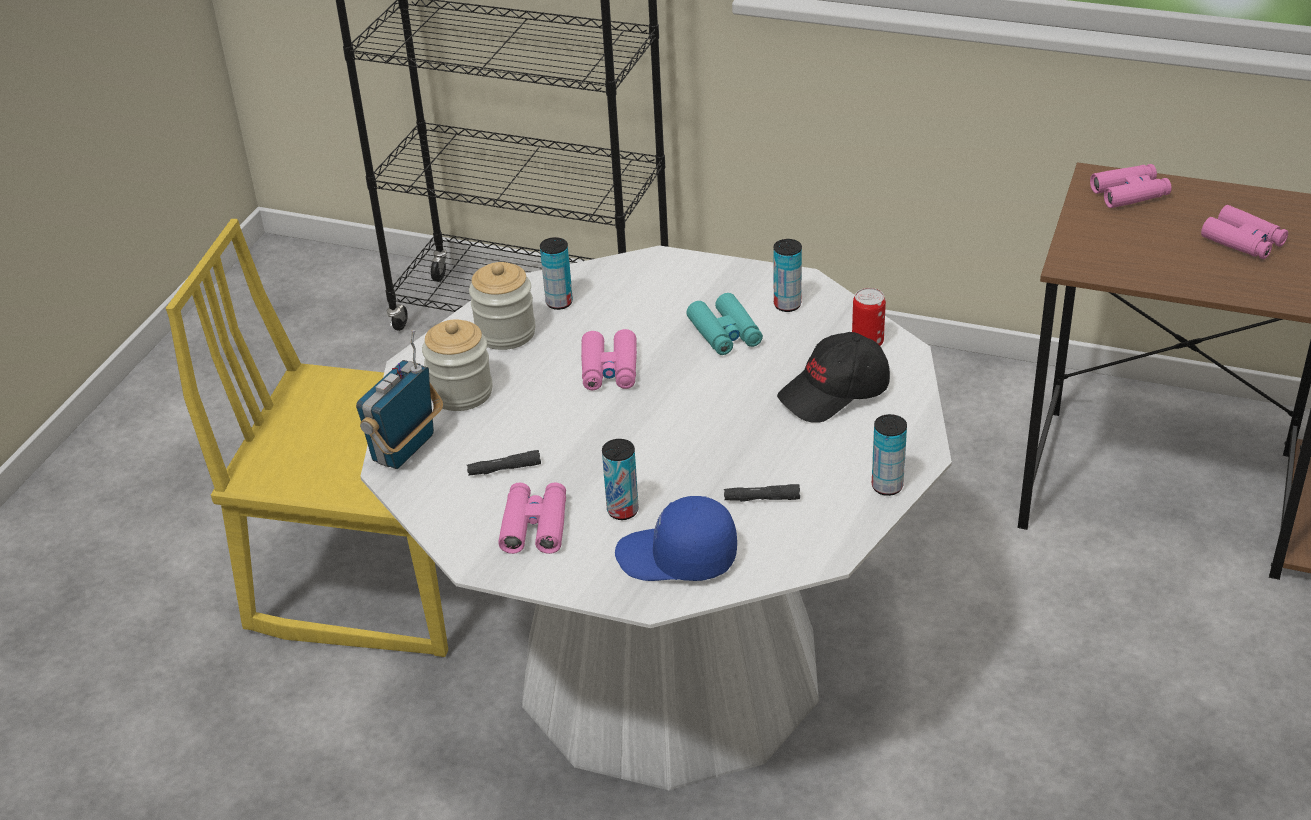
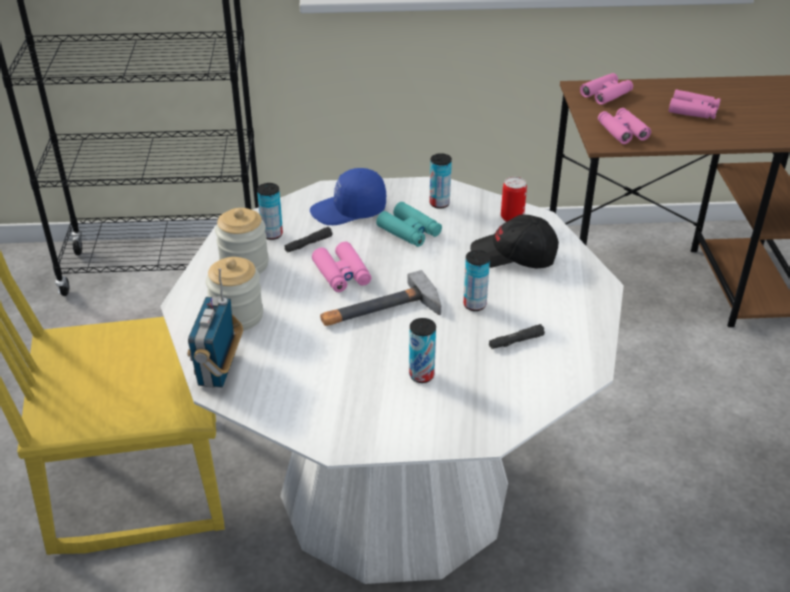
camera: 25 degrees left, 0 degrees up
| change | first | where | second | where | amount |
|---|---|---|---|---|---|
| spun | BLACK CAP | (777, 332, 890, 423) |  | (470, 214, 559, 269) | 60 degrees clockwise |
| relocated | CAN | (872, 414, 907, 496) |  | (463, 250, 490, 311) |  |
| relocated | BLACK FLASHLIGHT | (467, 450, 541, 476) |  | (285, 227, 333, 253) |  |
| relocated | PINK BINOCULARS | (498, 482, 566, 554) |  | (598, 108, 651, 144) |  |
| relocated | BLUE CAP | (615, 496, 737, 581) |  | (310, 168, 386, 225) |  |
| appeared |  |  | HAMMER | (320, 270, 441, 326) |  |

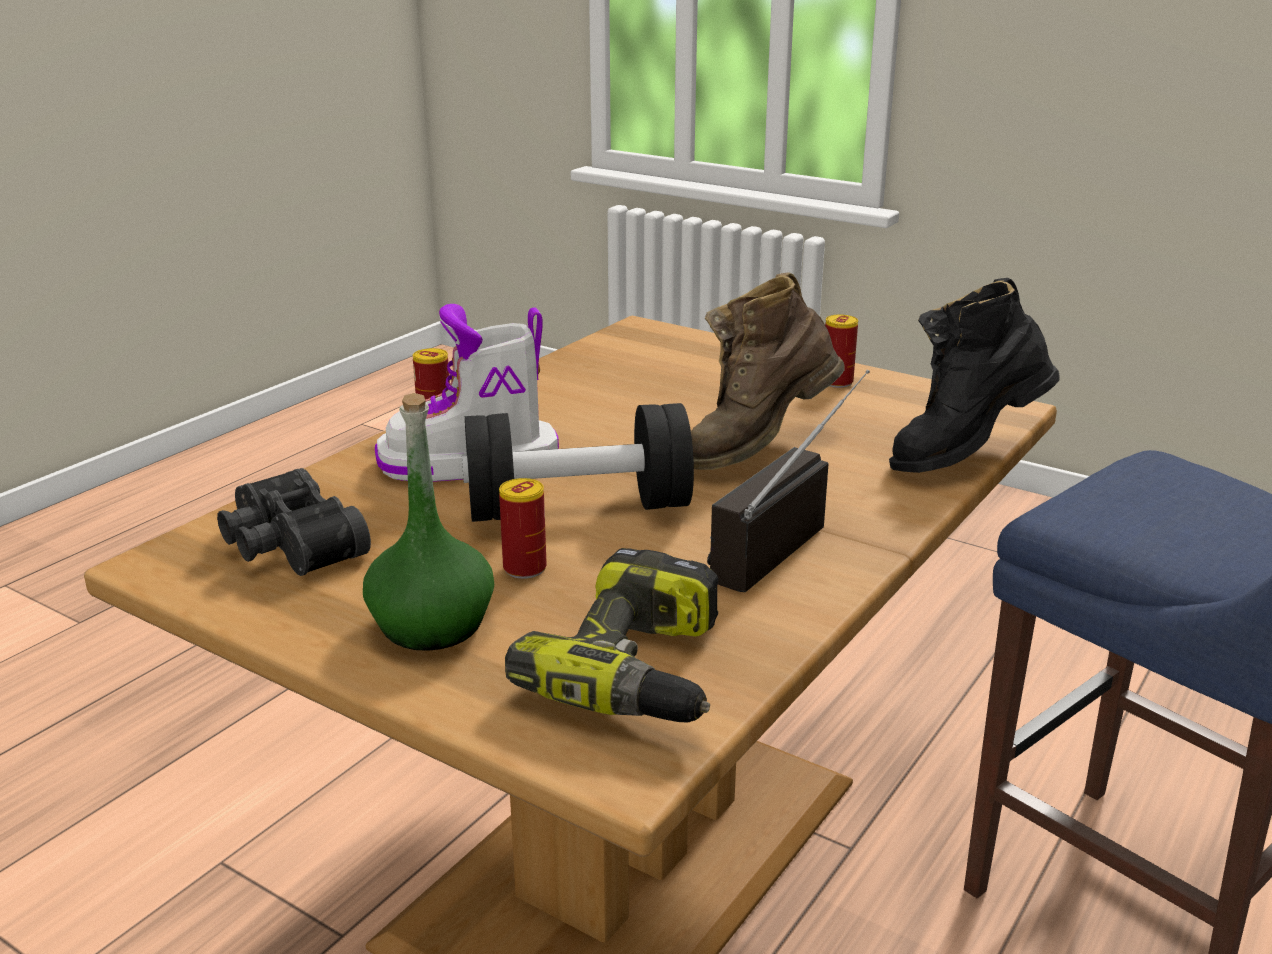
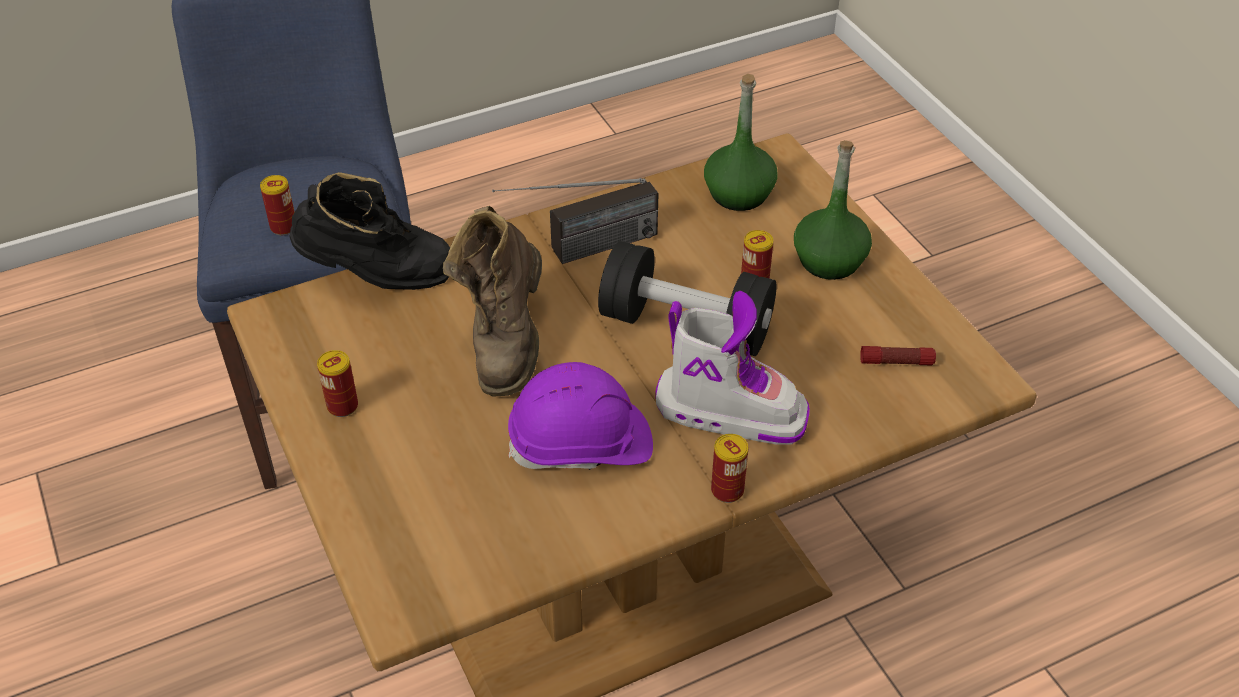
camera: 150 degrees left, 20 degrees up
| change | first | where | second | where | amount |
|---|---|---|---|---|---|
| spun | BROWN BOOT | (691, 272, 844, 470) |  | (443, 206, 542, 397) | 105 degrees clockwise |
| exchanged | BLACK BINOCULARS | (217, 468, 371, 576) | FLASHLIGHT | (860, 346, 936, 365) |  |
| exchanged | POWER DRILL | (505, 548, 718, 723) | GREEN BOTTLE | (704, 74, 778, 211) |  |
| appeared |  |  | CAN | (260, 175, 295, 235) |  |
| appeared |  |  | PURPLE HARD HAT | (508, 362, 653, 470) |  |

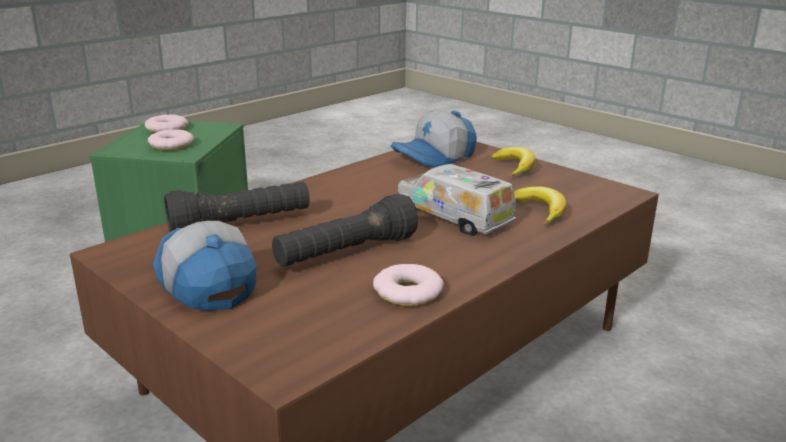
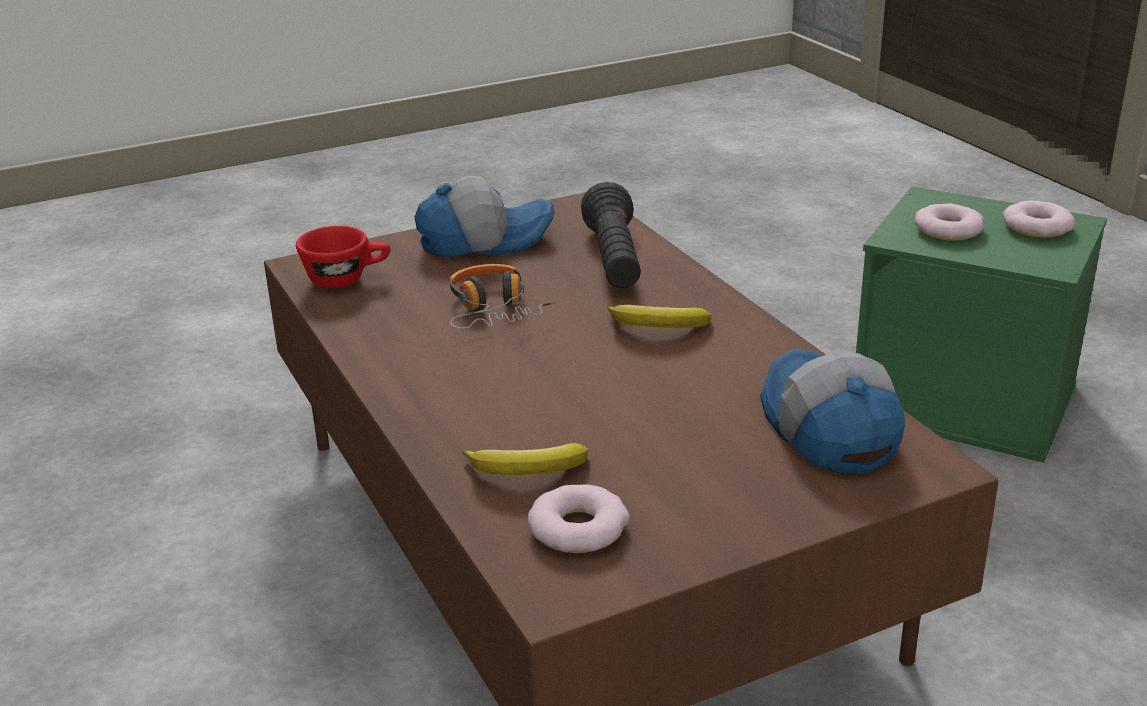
camera: 110 degrees right, 5 degrees up
| change | first | where | second | where | amount |
|---|---|---|---|---|---|
| relocated | BANANA | (492, 147, 536, 177) |  | (607, 305, 711, 328) |  |
| missing | TOY TRUCK | (398, 164, 516, 236) |  |  |  |
| exchanged | BLACK FLASHLIGHT | (272, 193, 418, 267) | HEADPHONES | (450, 264, 556, 329) |  |
| relocated | DONUT | (373, 264, 444, 306) |  | (528, 485, 630, 553) |  |
| appeared |  |  | RED CUP | (296, 226, 390, 288) |  |

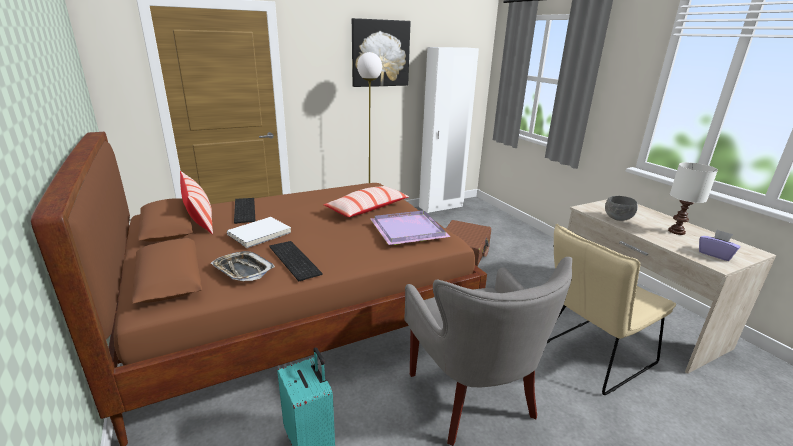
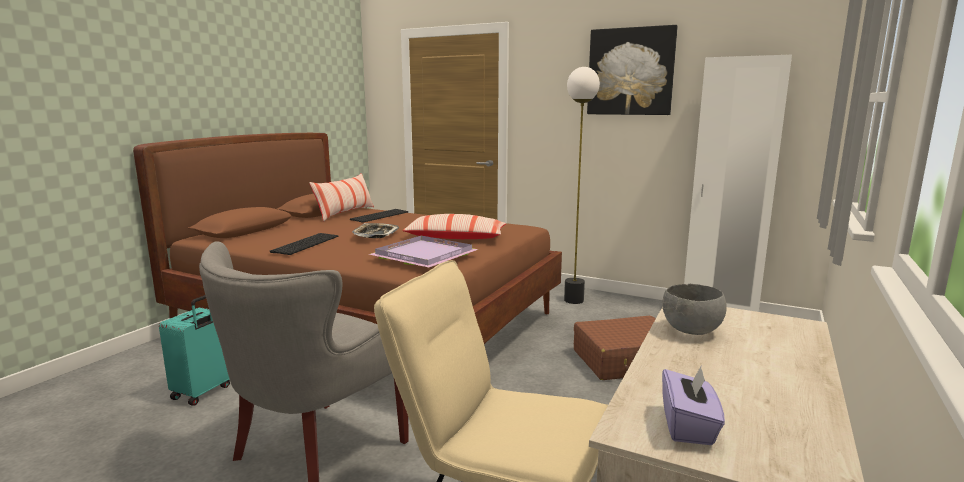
camera: 55 degrees right, 10 degrees down
| change | first | where | second | where | amount |
|---|---|---|---|---|---|
| missing | WHITE TABLE LAMP | (668, 162, 718, 235) |  |  |  |
| missing | WHITE BOOK | (227, 217, 291, 248) |  |  |  |
| relocated | TRAY | (211, 251, 275, 281) |  | (352, 223, 399, 238) |  |

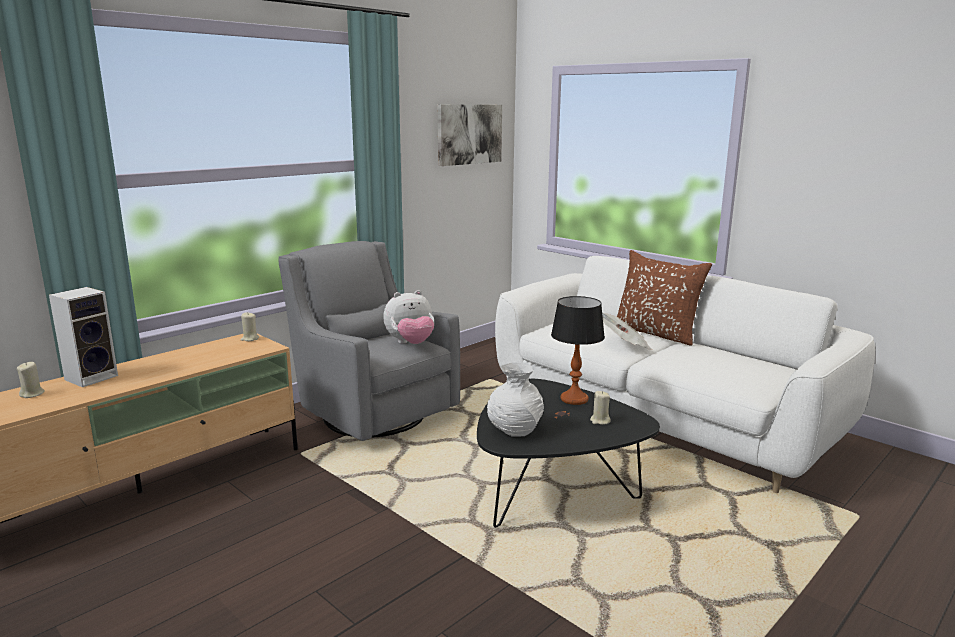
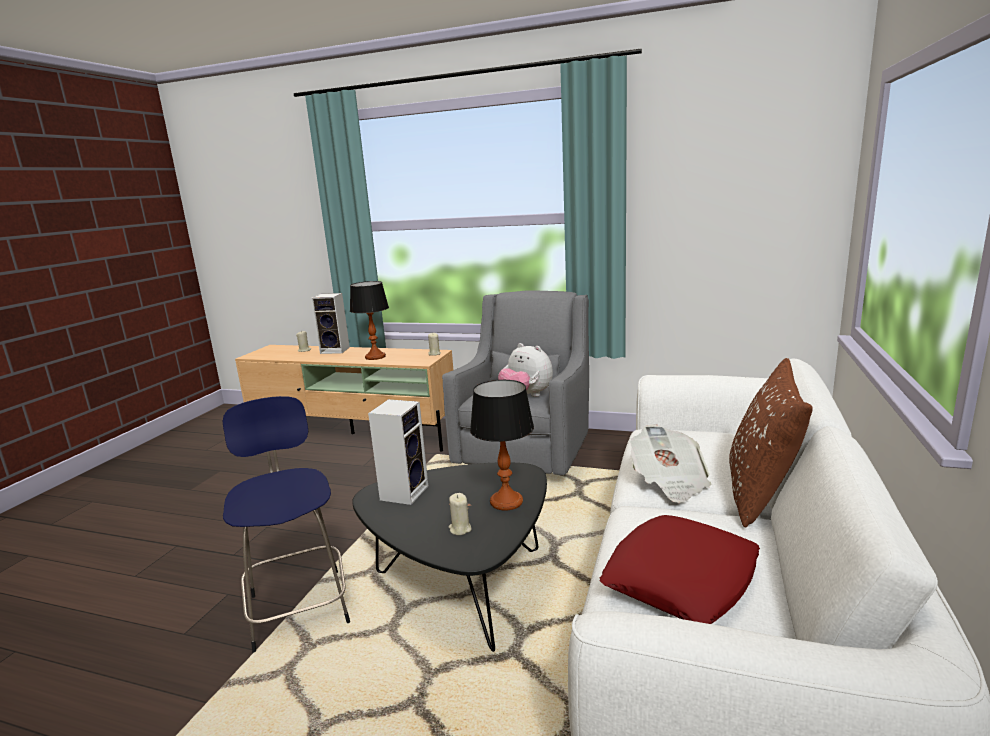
camera: 65 degrees right, 0 degrees up
| change | first | where | second | where | amount |
|---|---|---|---|---|---|
| missing | PICTURE | (438, 104, 502, 166) |  |  |  |
| exchanged | WHITE VASE | (487, 363, 544, 437) | SPEAKER | (368, 399, 428, 505) |  |
| appeared |  |  | TABLE LAMP | (350, 281, 389, 360) |  |
| appeared |  |  | BLUE STOOL | (223, 396, 350, 653) |  |
| appeared |  |  | RED PILLOW | (599, 515, 760, 624) |  |

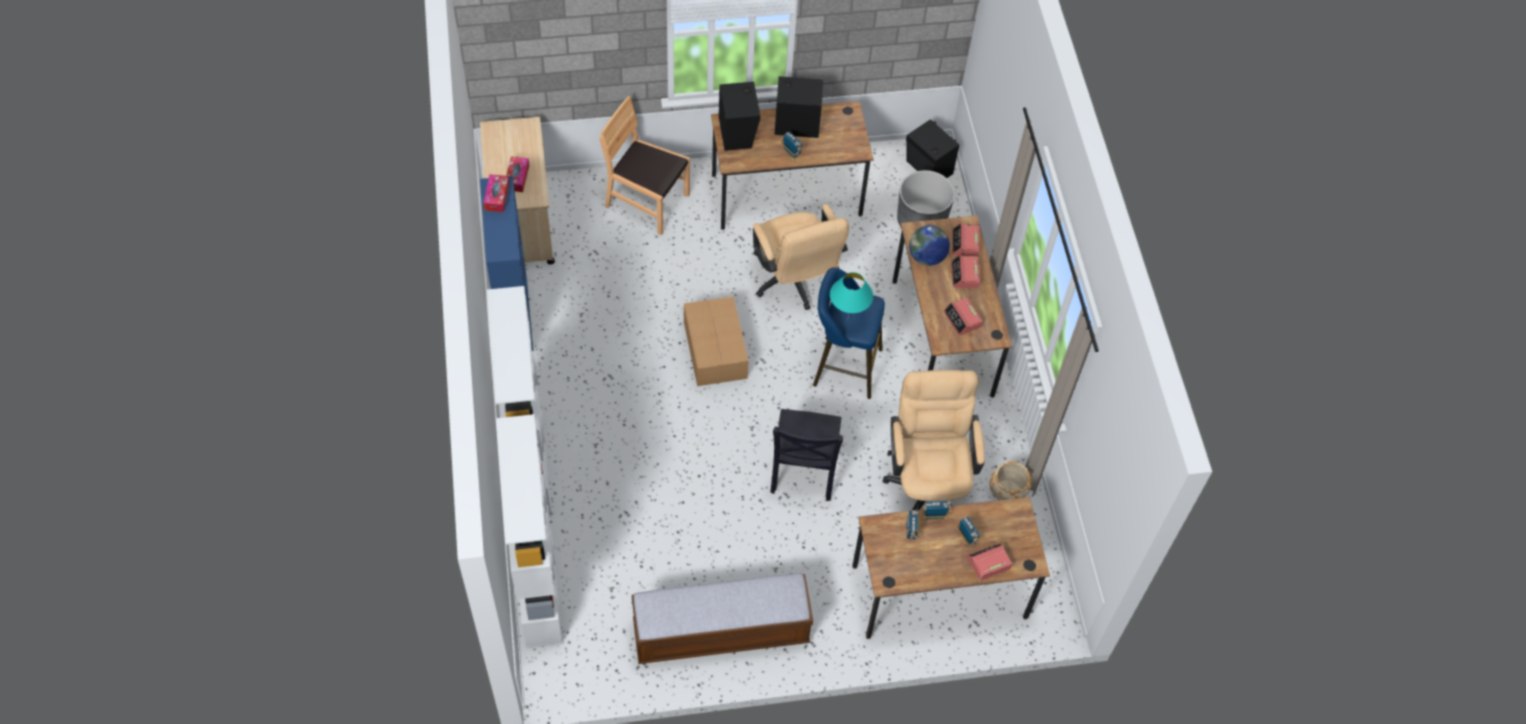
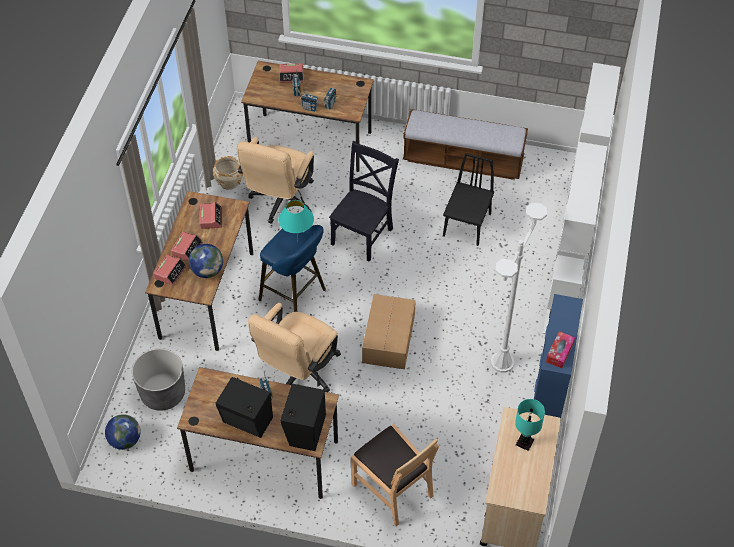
camera: 155 degrees left, 5 degrees down
| change | first | where | second | where | amount |
|---|---|---|---|---|---|
| exchanged | BLACK SPEAKER | (906, 119, 959, 178) | GLOBE | (105, 414, 141, 450) |  |
| exchanged | TISSUE BOX | (506, 156, 529, 192) | TURQUOISE TABLE LAMP | (515, 399, 545, 451) |  |
| spun | BEIGE OFFICE CHAIR | (753, 204, 849, 310) |  | (248, 303, 341, 392) | 150 degrees counterclockwise |
| appeared |  |  | BLACK CHAIR | (443, 153, 494, 246) |  |
| appeared |  |  | WHITE FLOOR LAMP | (491, 202, 547, 373) |  |

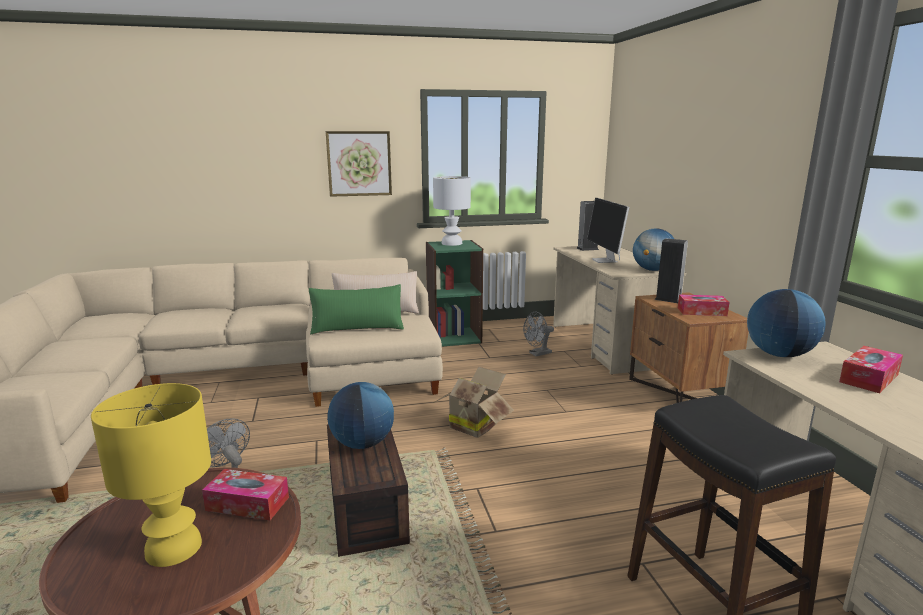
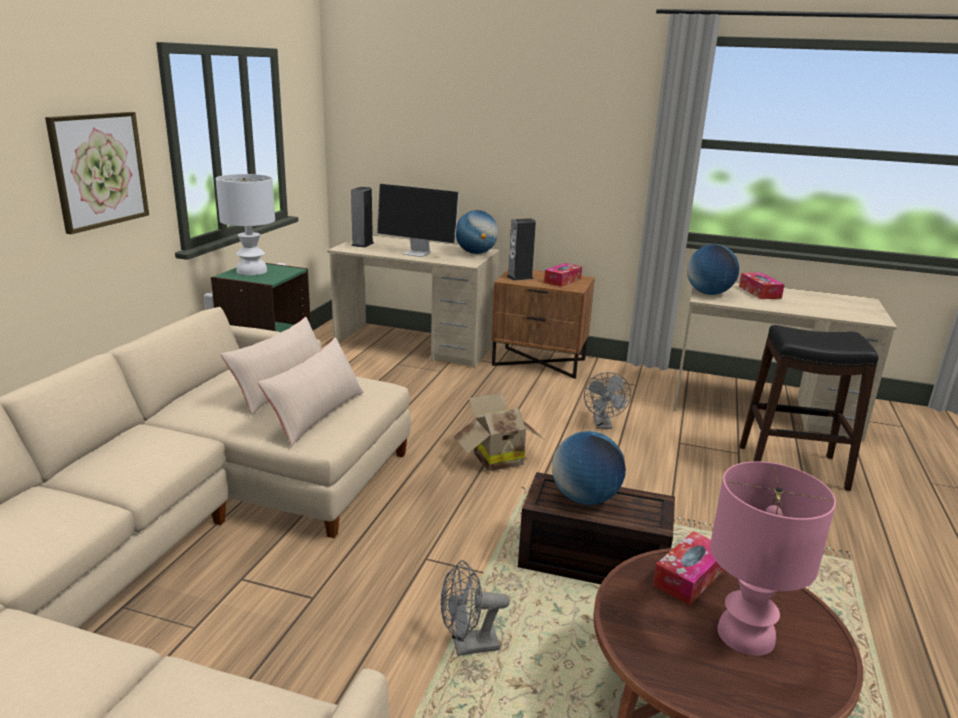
camera: 60 degrees left, 5 degrees up
| change | first | where | second | where | amount |
|---|---|---|---|---|---|
| colour | GREEN PILLOW | (309, 284, 404, 334) | BEIGE PILLOW | (258, 337, 363, 446) |  |
| relocated | GREY FAN | (523, 312, 554, 356) |  | (584, 372, 631, 429) |  |
| colour | YELLOW TABLE LAMP | (91, 383, 211, 567) | PINK TABLE LAMP | (710, 461, 836, 656) |  |

